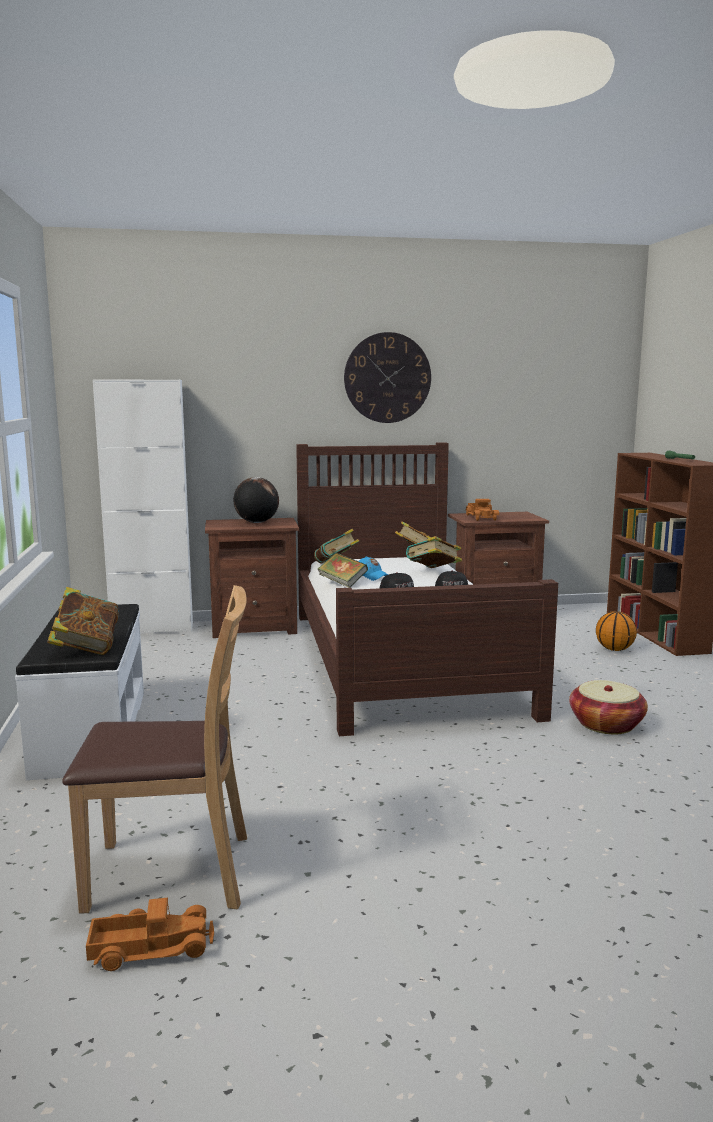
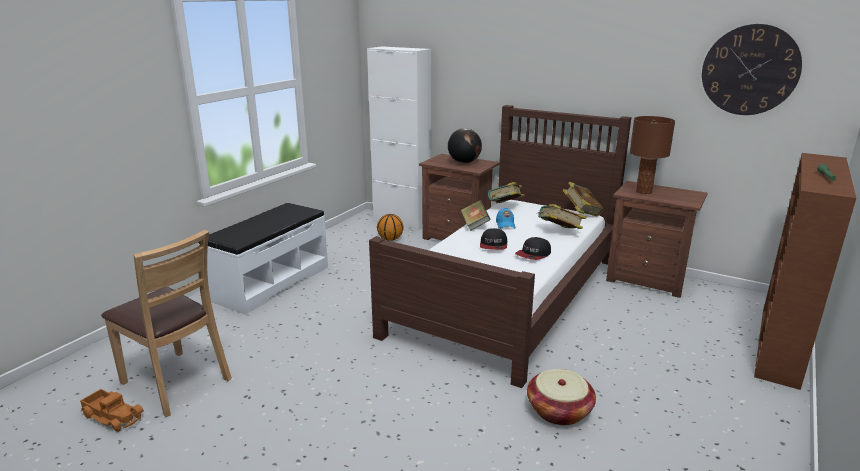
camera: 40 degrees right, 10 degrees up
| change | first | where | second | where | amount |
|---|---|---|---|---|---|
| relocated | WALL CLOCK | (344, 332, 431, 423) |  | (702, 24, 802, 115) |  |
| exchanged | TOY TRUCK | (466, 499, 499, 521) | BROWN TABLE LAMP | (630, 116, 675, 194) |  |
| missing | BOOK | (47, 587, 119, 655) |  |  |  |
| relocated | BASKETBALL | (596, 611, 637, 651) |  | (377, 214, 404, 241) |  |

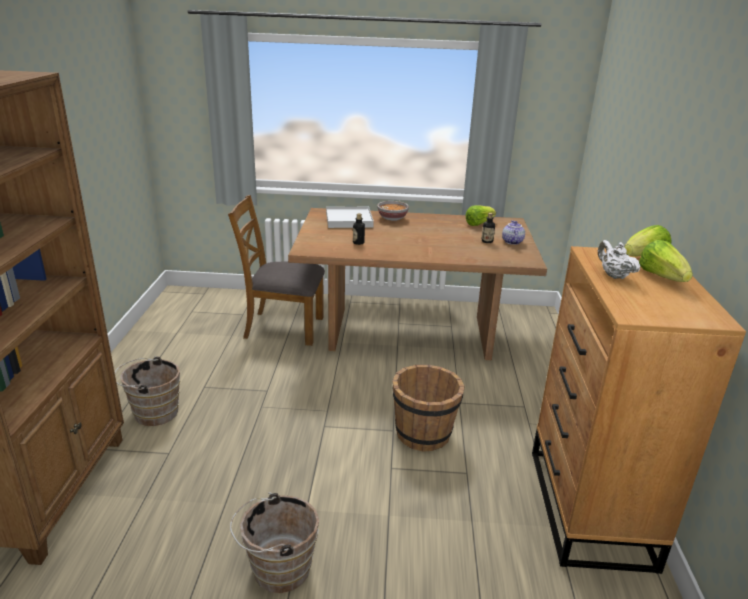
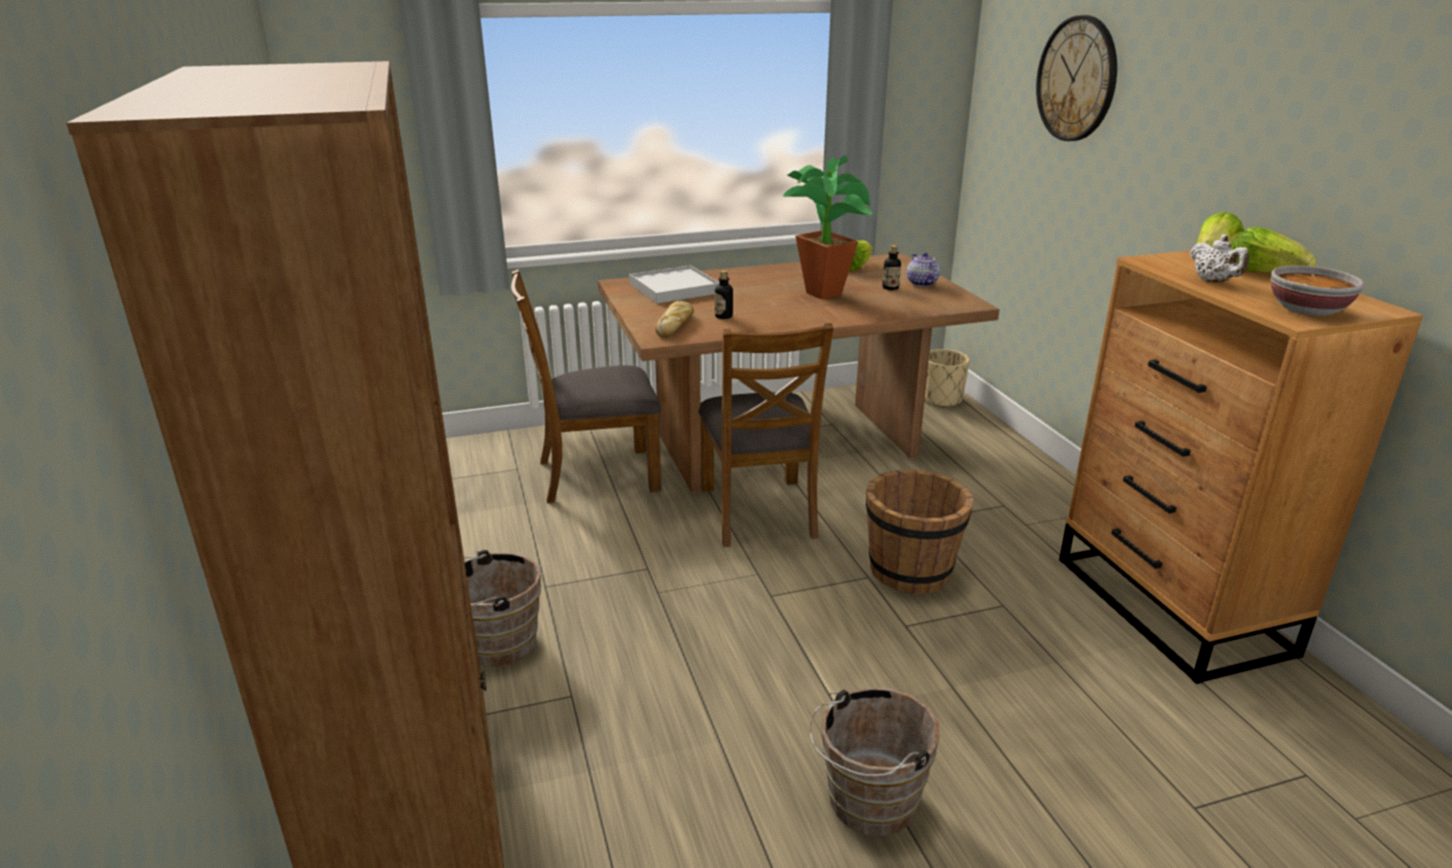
camera: 20 degrees left, 0 degrees up
| change | first | where | second | where | amount |
|---|---|---|---|---|---|
| relocated | BOWL | (377, 201, 409, 221) |  | (1271, 265, 1364, 316) |  |
| spun | WHITE TEAPOT | (598, 240, 640, 279) |  | (1190, 234, 1249, 283) | 150 degrees counterclockwise |
| appeared |  |  | WALL CLOCK | (1036, 15, 1117, 141) |  |
| appeared |  |  | POTTED PLANT | (782, 155, 872, 299) |  |
| appeared |  |  | BREAD | (655, 301, 694, 338) |  |
| appeared |  |  | BROWN CHAIR | (698, 323, 833, 547) |  |
| appeared |  |  | BEIGE PLANTER | (925, 349, 970, 408) |  |

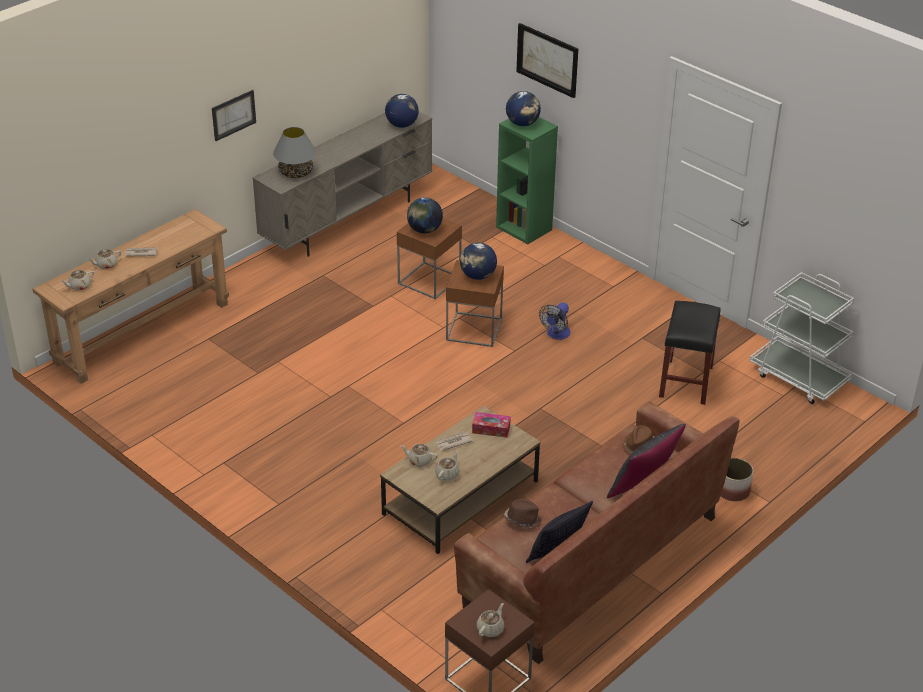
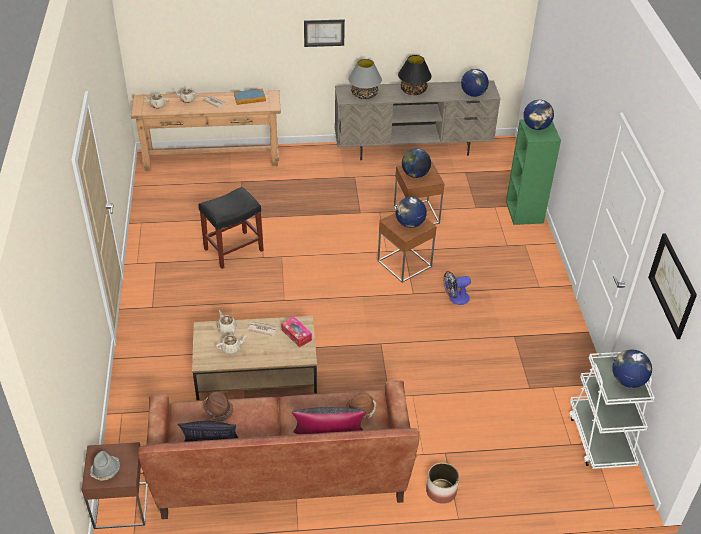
camera: 40 degrees right, 5 degrees up
| change | first | where | second | where | amount |
|---|---|---|---|---|---|
| relocated | PICTURE | (516, 23, 578, 98) |  | (648, 233, 697, 339) |  |
| relocated | BLACK STOOL | (659, 301, 720, 405) |  | (198, 187, 264, 269) |  |
| exchanged | BEIGE TEAPOT | (477, 603, 504, 637) | GREY HAT | (90, 451, 120, 481) |  |
| appeared |  |  | BLACK TABLE LAMP | (398, 55, 431, 95) |  |
| appeared |  |  | BOOK | (234, 89, 266, 105) |  |
| appeared |  |  | GLOBE | (612, 350, 652, 388) |  |

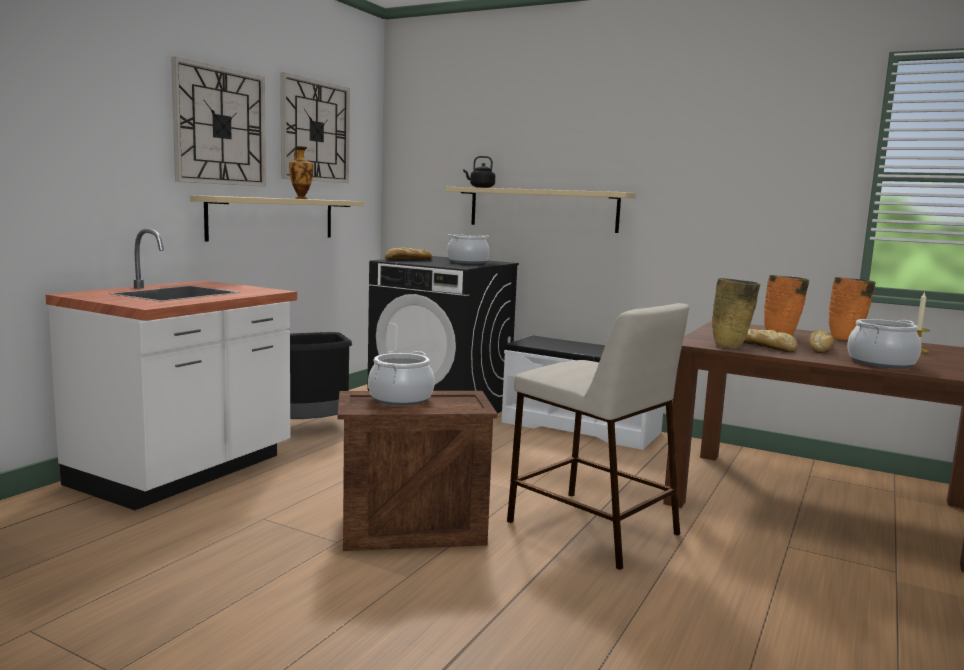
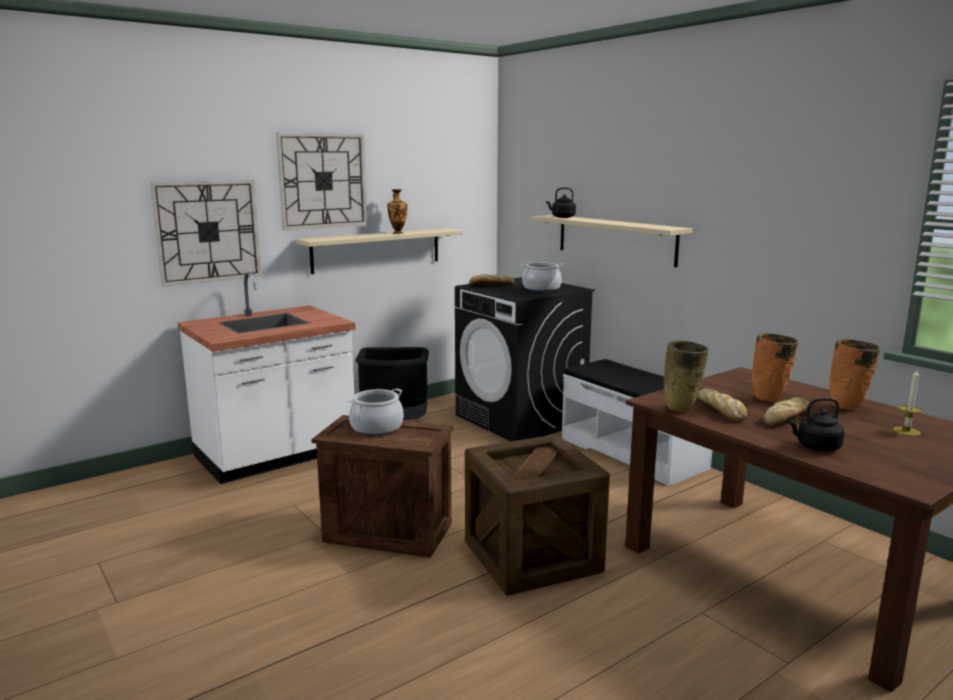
camera: 25 degrees right, 5 degrees up
| change | first | where | second | where | amount |
|---|---|---|---|---|---|
| relocated | WALL CLOCK | (280, 72, 350, 183) |  | (150, 180, 262, 287) |  |
| exchanged | BEIGE STOOL | (507, 303, 689, 570) | CRATE | (465, 434, 610, 596) |  |
| exchanged | COOKING POT | (847, 319, 921, 368) | BLACK KETTLE | (788, 397, 845, 451) |  |

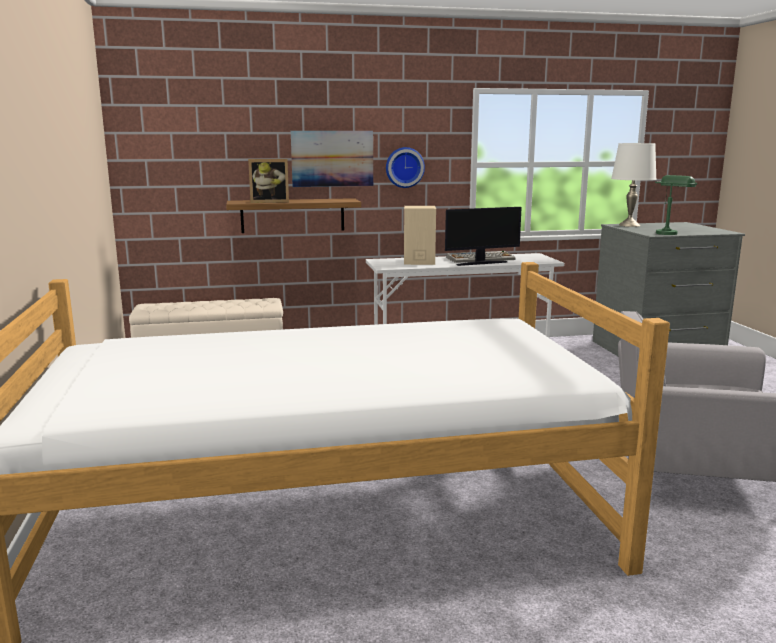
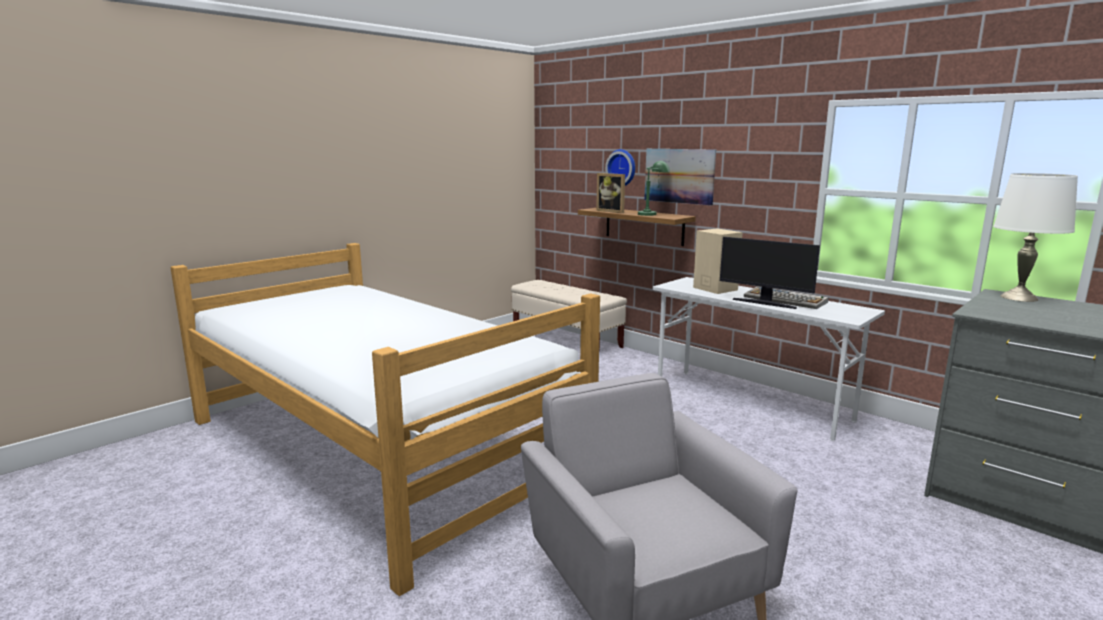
camera: 55 degrees right, 0 degrees up
| change | first | where | second | where | amount |
|---|---|---|---|---|---|
| relocated | WALL CLOCK | (386, 147, 425, 188) |  | (605, 149, 635, 186) |  |
| relocated | GREEN TABLE LAMP | (655, 175, 697, 235) |  | (638, 161, 670, 216) |  |

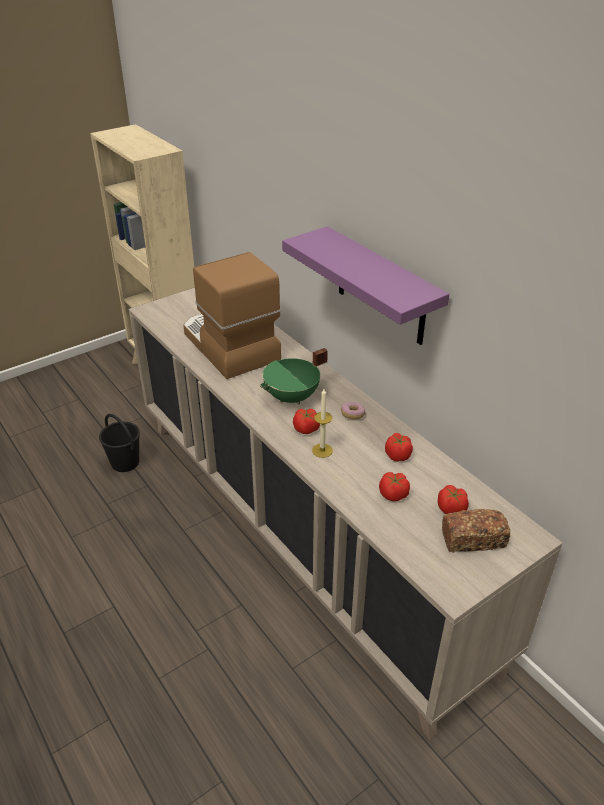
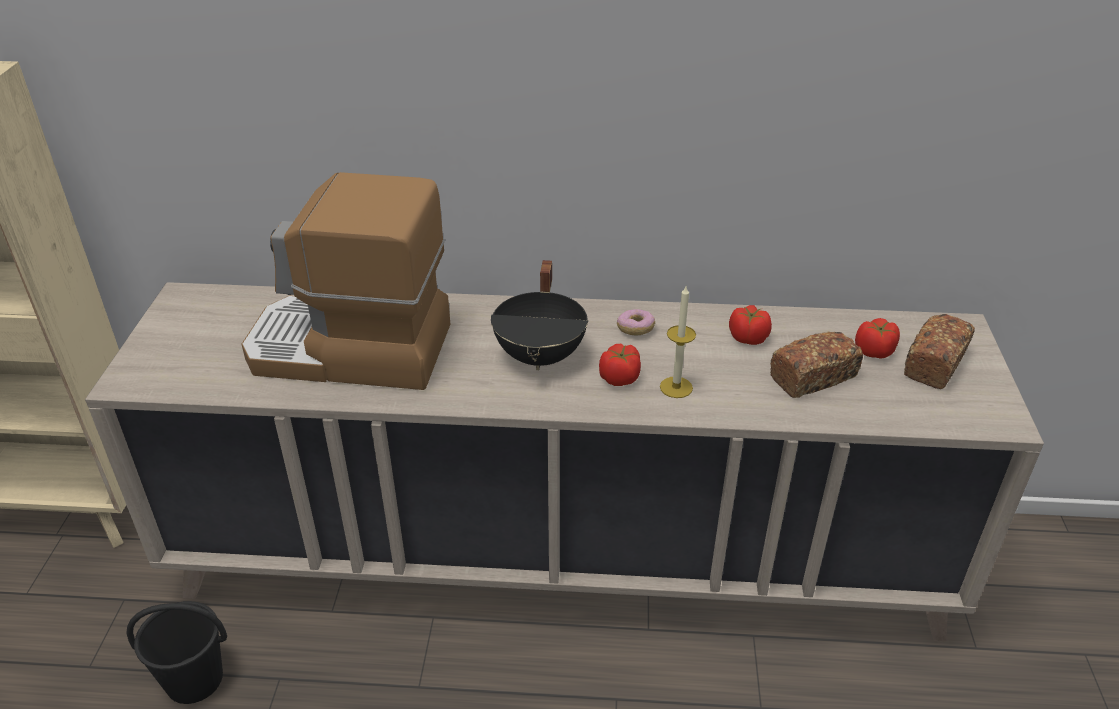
camera: 50 degrees left, 0 degrees up
| change | first | where | second | where | amount |
|---|---|---|---|---|---|
| missing | PURPLE SHELF | (282, 226, 449, 345) |  |  |  |
| colour | GREEN COOKING POT | (260, 348, 328, 405) | BLACK COOKING POT | (491, 260, 588, 370) |  |
| exchanged | TOMATO | (379, 472, 410, 501) | BREAD | (770, 332, 863, 398) |  |

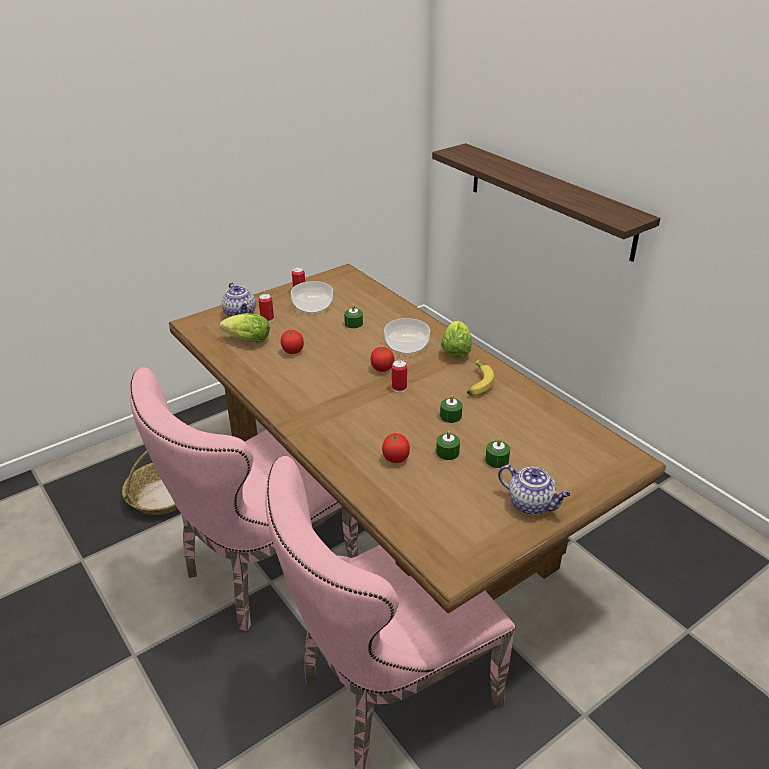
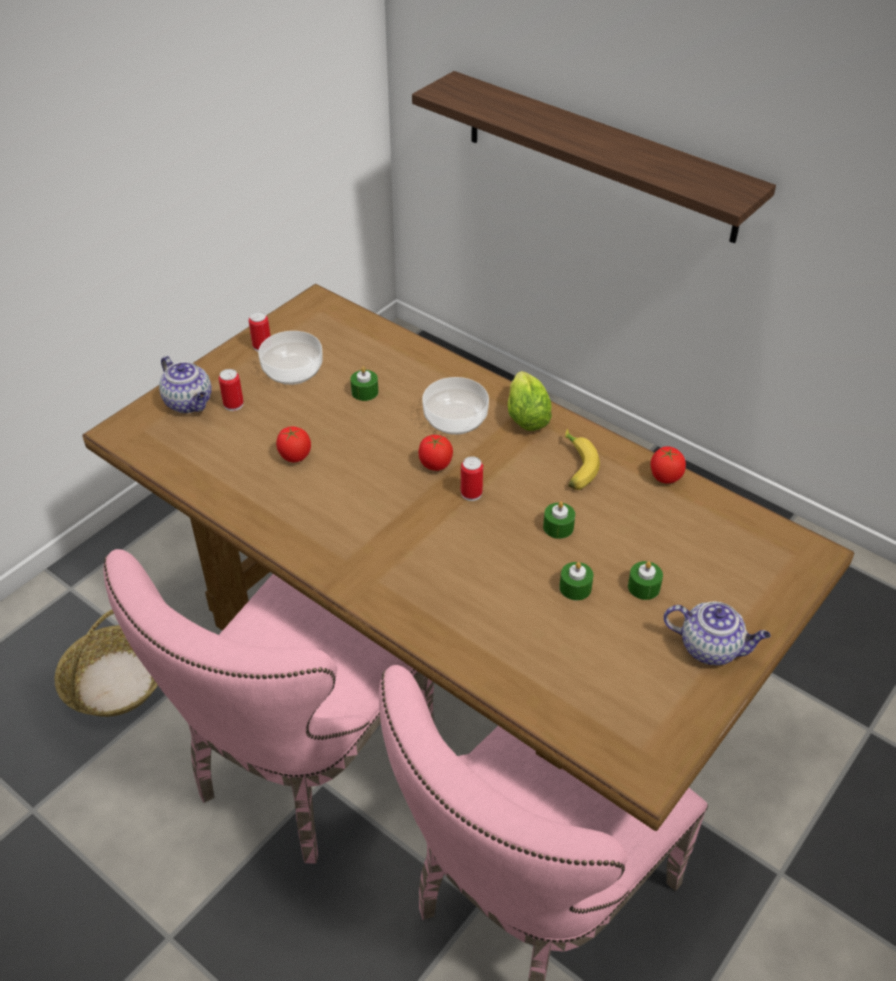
camera: 15 degrees left, 10 degrees up
| change | first | where | second | where | amount |
|---|---|---|---|---|---|
| missing | LETTUCE | (220, 313, 270, 343) |  |  |  |
| relocated | TOMATO | (382, 433, 410, 463) |  | (651, 446, 686, 483) |  |

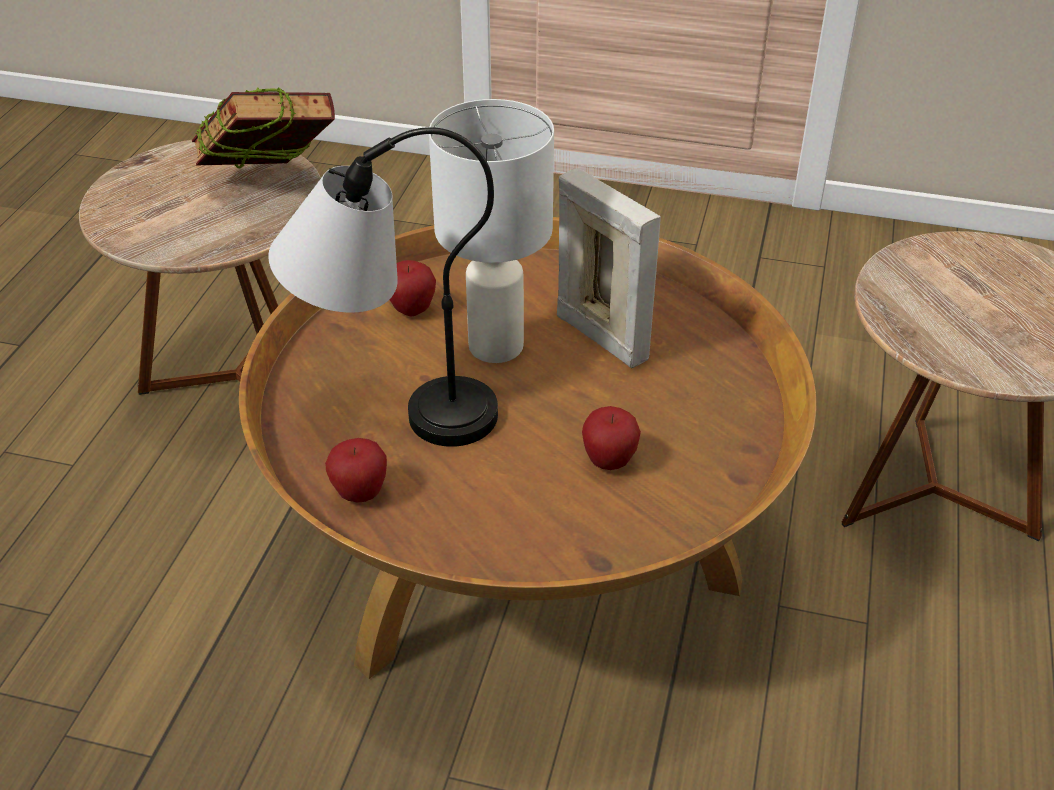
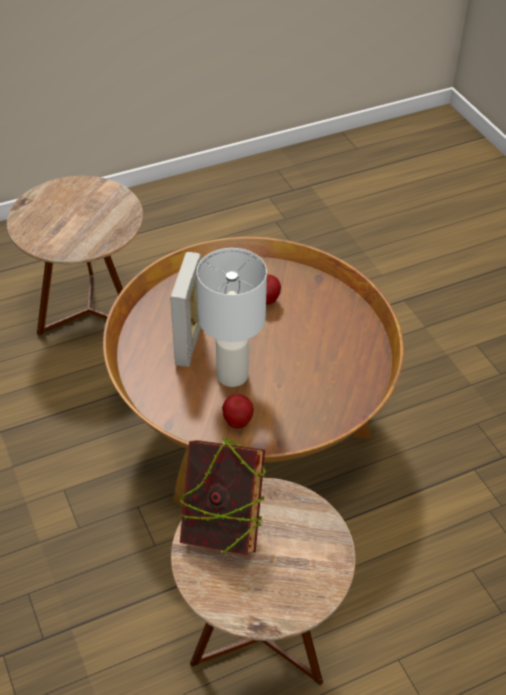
camera: 130 degrees left, 5 degrees up
| change | first | where | second | where | amount |
|---|---|---|---|---|---|
| missing | TABLE LAMP | (268, 127, 498, 447) |  |  |  |
| missing | APPLE | (325, 438, 387, 502) |  |  |  |

